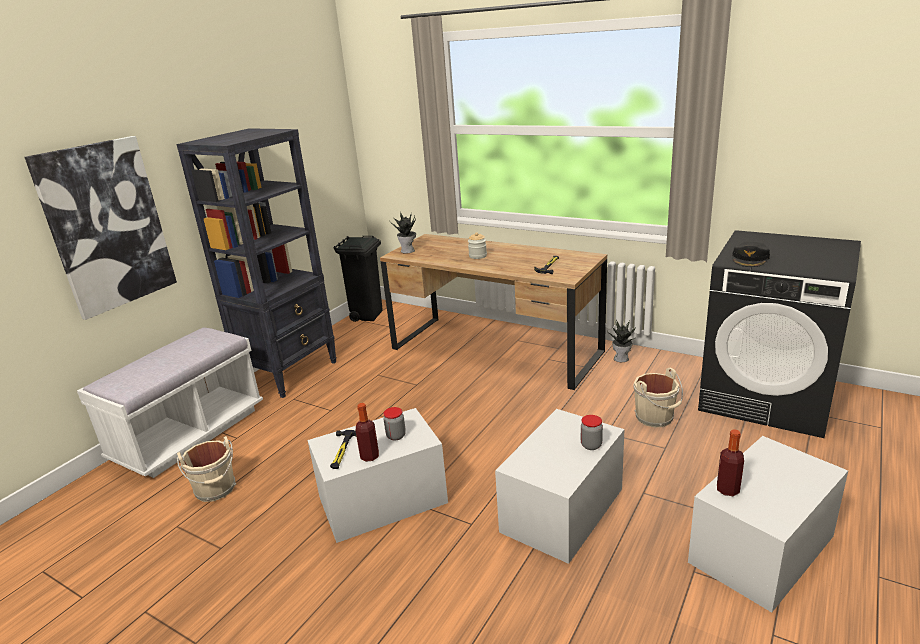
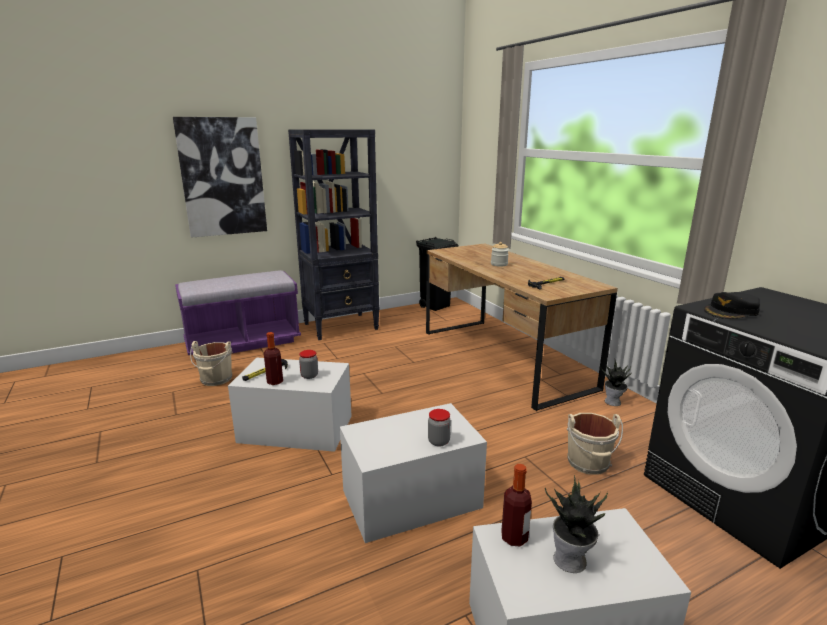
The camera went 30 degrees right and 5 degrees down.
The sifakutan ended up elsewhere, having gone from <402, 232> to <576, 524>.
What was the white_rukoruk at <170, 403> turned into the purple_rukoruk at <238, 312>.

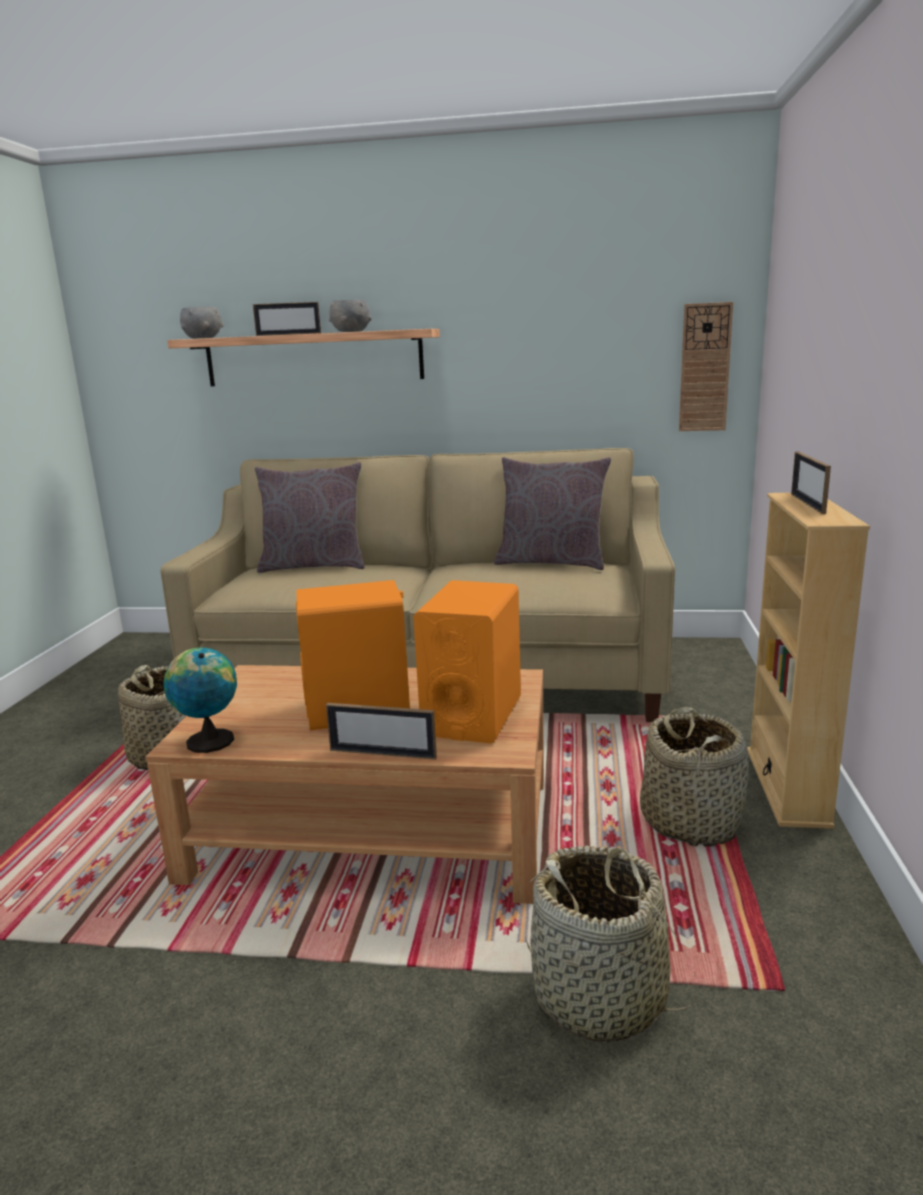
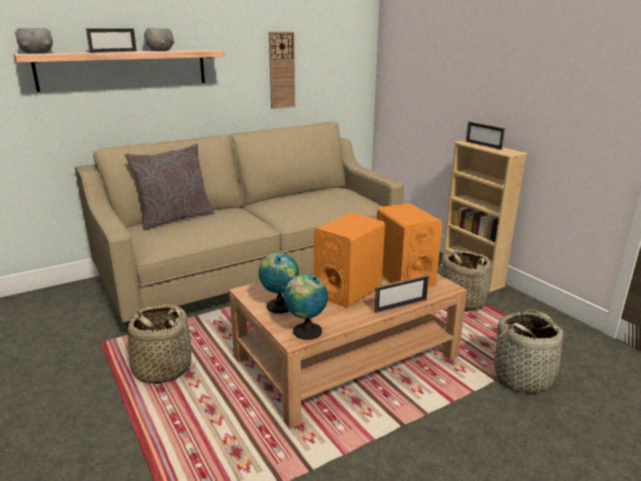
The camera went 40 degrees left and 5 degrees up.
The second view lost the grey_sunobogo at <552, 513>.
The second view gained the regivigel at <278, 283>.
The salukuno ended up elsewhere, having gone from <706, 366> to <282, 70>.

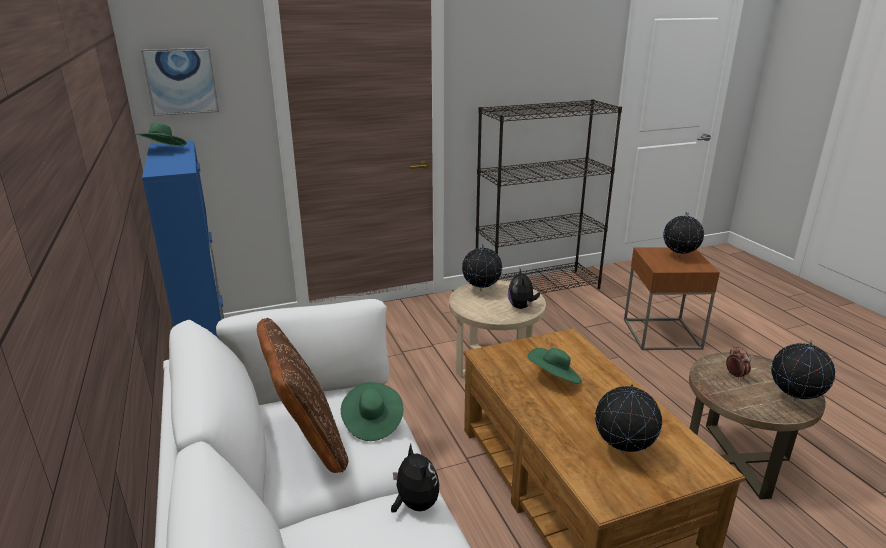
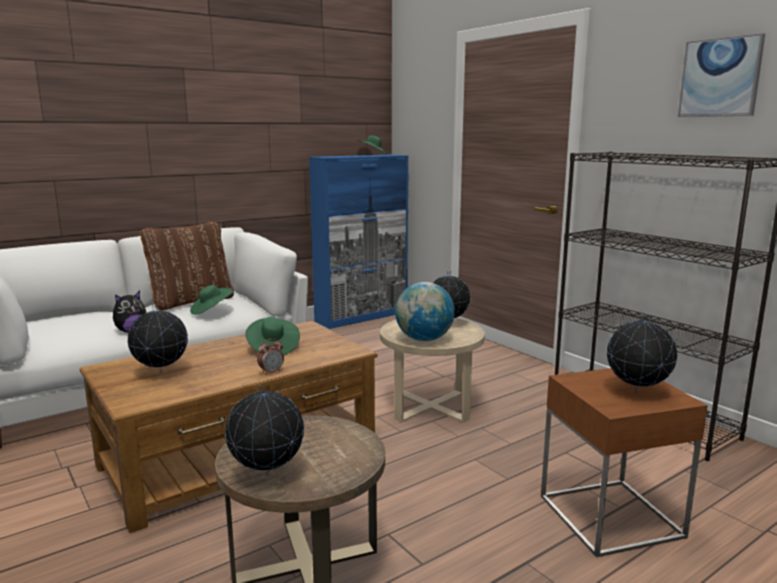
The camera went 75 degrees right and 10 degrees down.
The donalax ended up elsewhere, having gone from <180, 82> to <721, 75>.
The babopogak ended up elsewhere, having gone from <738, 363> to <270, 357>.
Where the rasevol stood at <524, 289>, the regivigel came to stand at <425, 311>.

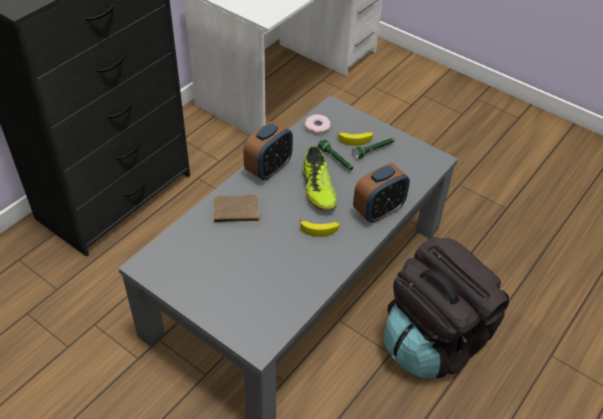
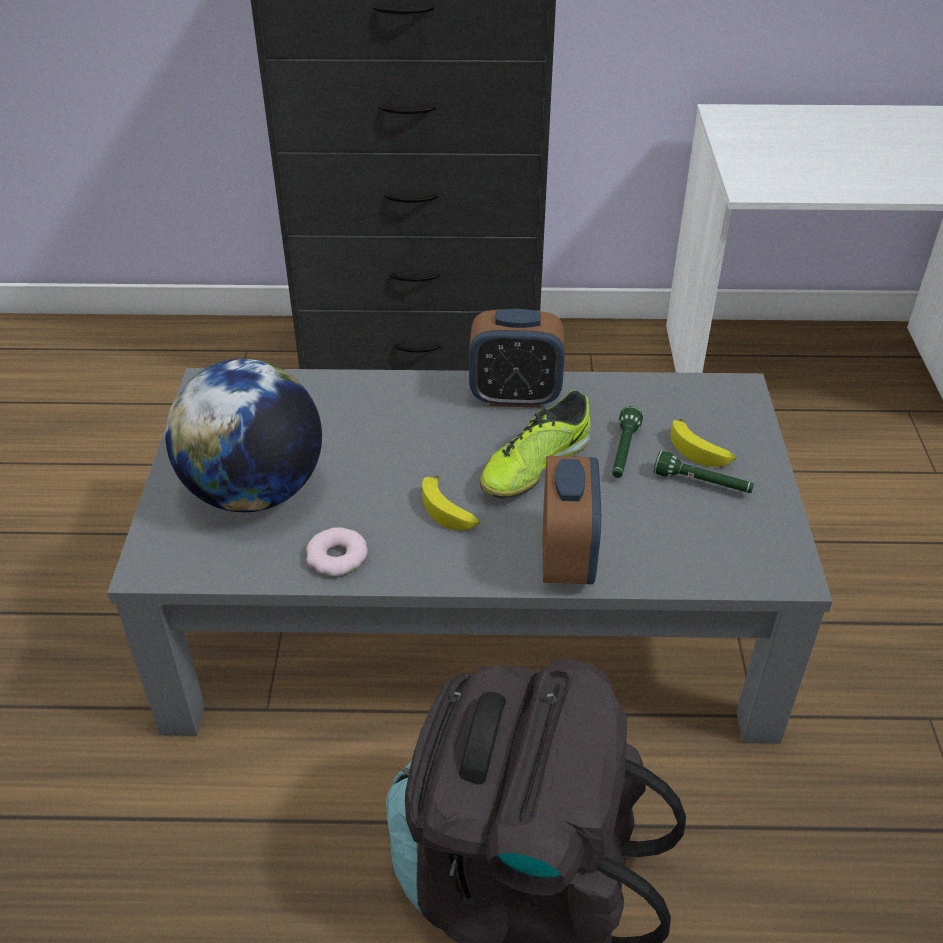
The camera went 55 degrees right and 5 degrees down.
The second view lost the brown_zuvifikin at <237, 210>.
The second view gained the regivigel at <243, 435>.
The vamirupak ended up elsewhere, having gone from <318, 123> to <337, 551>.
The babopogak at <381, 193> ended up facing another way, 105 degrees counterclockwise from before.

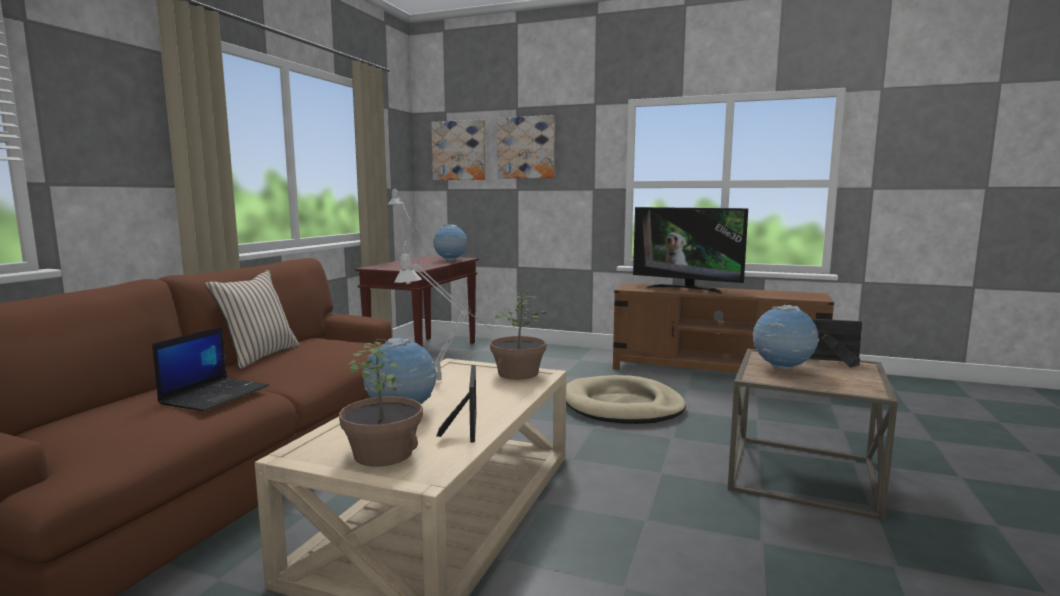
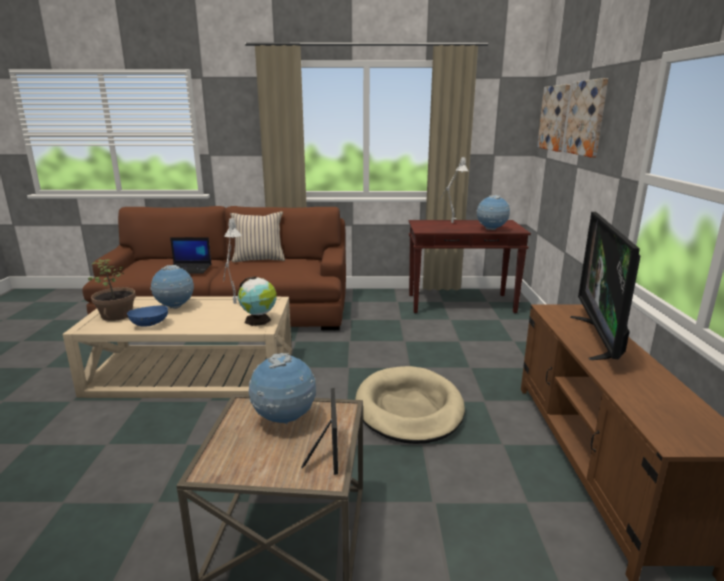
The camera went 70 degrees right and 10 degrees up.
Where the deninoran stood at <456, 404>, the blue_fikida came to stand at <147, 316>.
Where the sifakutan stood at <518, 336>, the regivigel came to stand at <257, 301>.

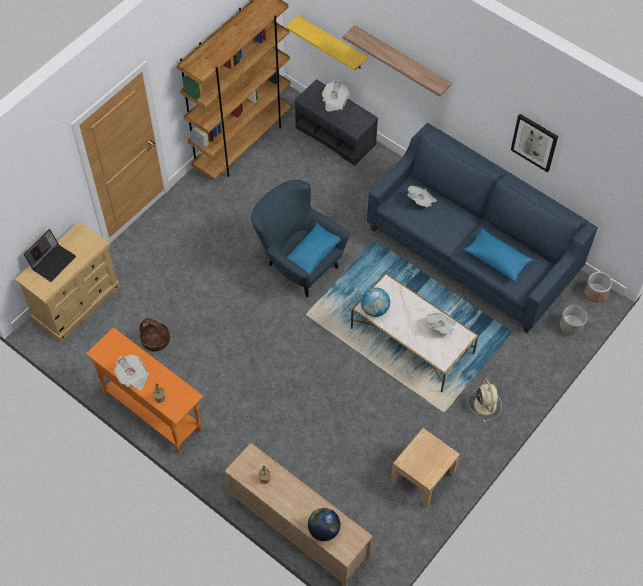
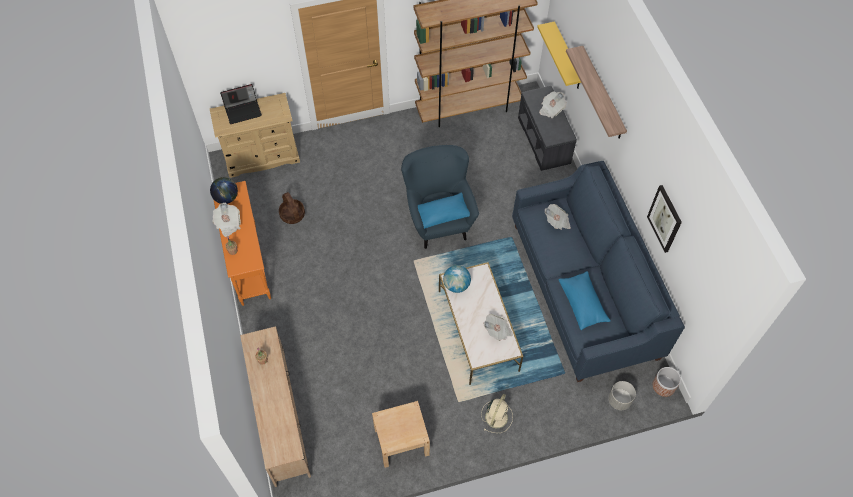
The camera went 35 degrees right and 0 degrees up.
The regivigel ended up elsewhere, having gone from <324, 524> to <224, 190>.

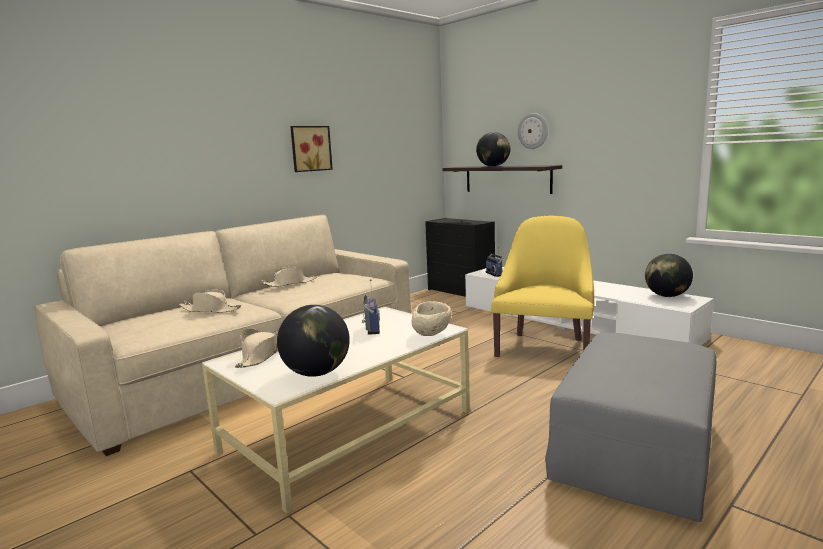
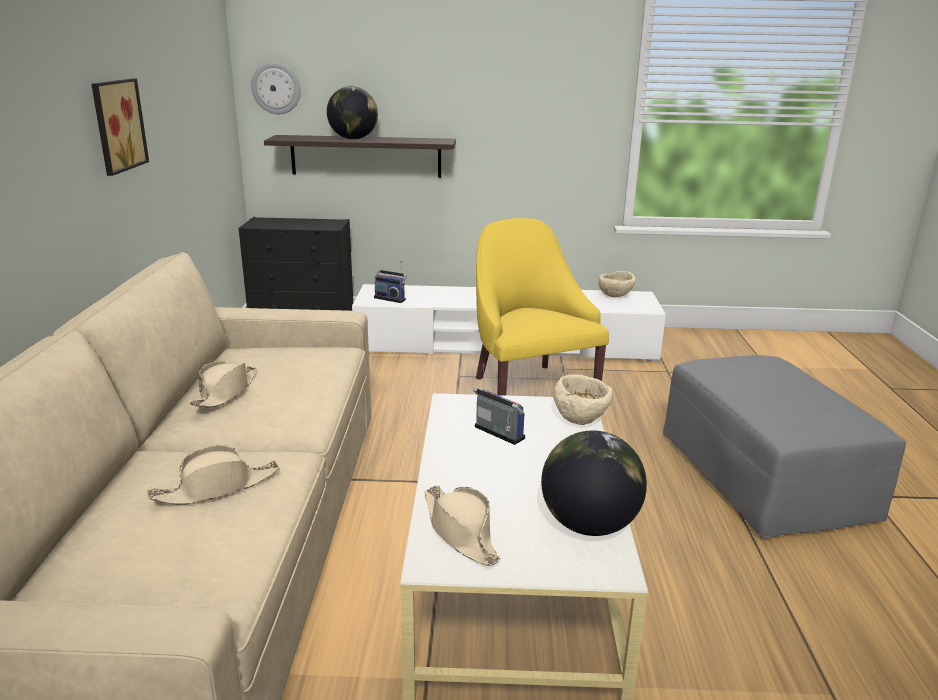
The camera went 45 degrees left and 10 degrees up.
The salukuno ended up elsewhere, having gone from <533, 131> to <276, 88>.
Where the regivigel stood at <669, 275>, the beige_fikida came to stand at <617, 284>.

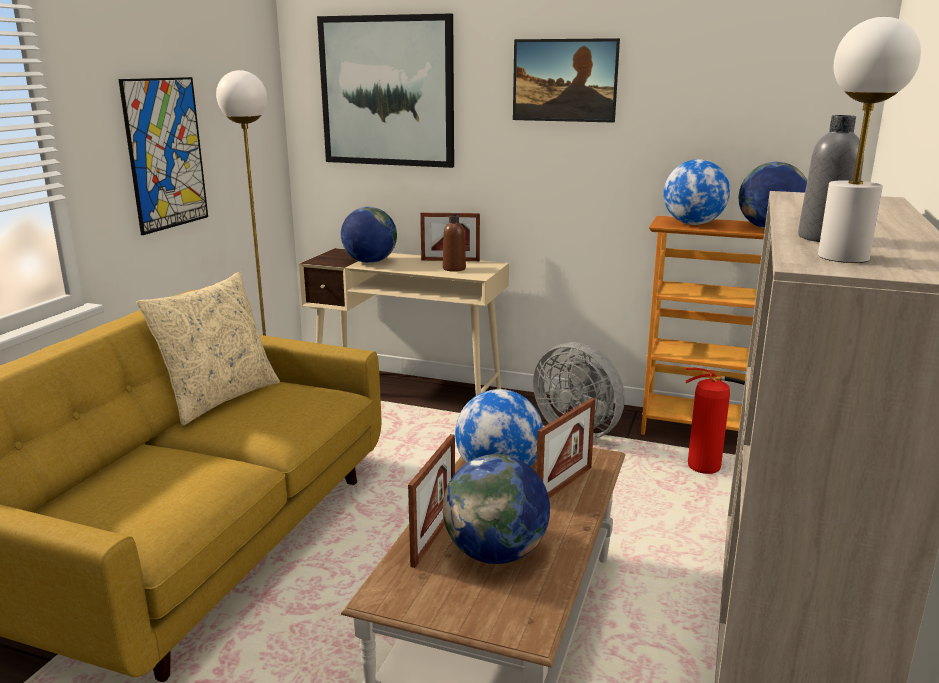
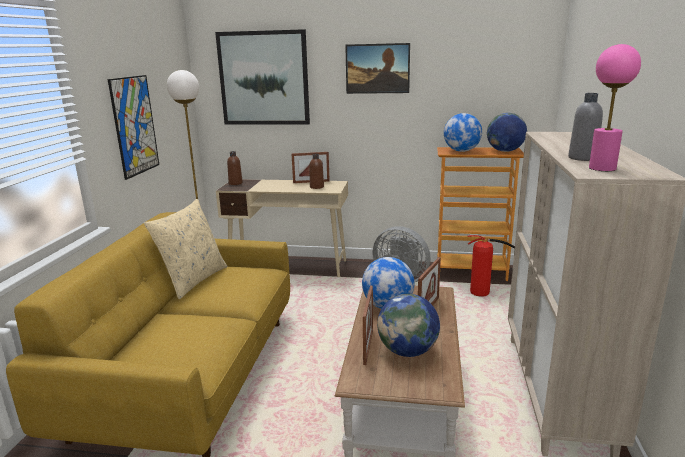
The camera went 10 degrees left and 0 degrees up.
The second view lost the regivigel at <369, 235>.
The second view gained the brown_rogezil at <235, 168>.
What was the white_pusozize at <869, 140> turned into the pink_pusozize at <615, 107>.

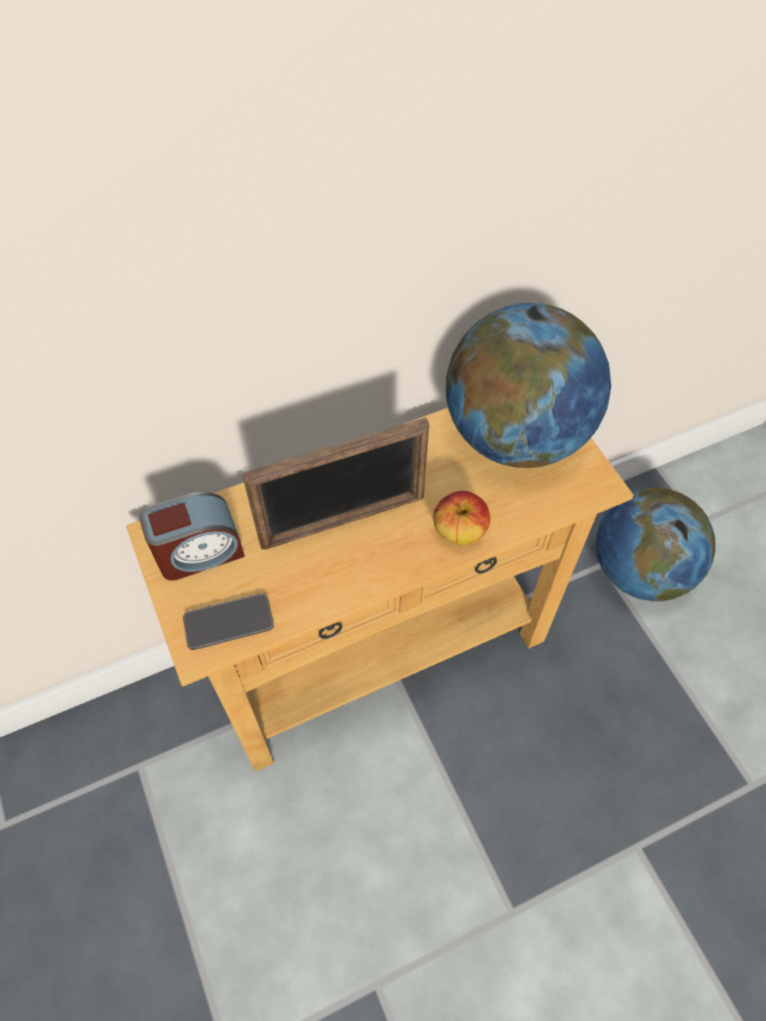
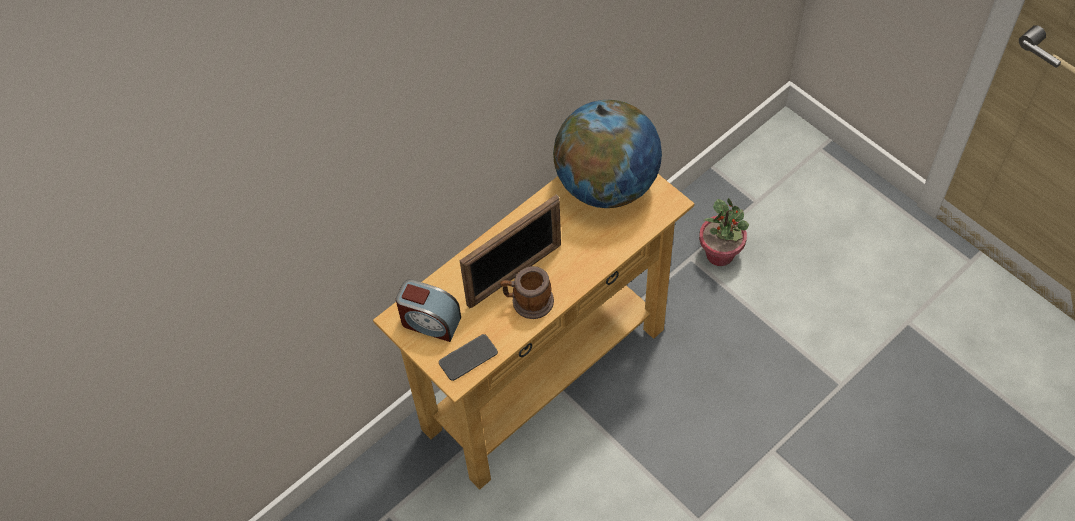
The camera went 15 degrees left and 0 degrees up.
The second view lost the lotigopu at <461, 518>.
The second view gained the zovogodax at <527, 292>.
Where the regivigel stood at <655, 544>, the sifakutan came to stand at <724, 232>.
The babopogak at <192, 536> ended up facing another way, 60 degrees clockwise from before.

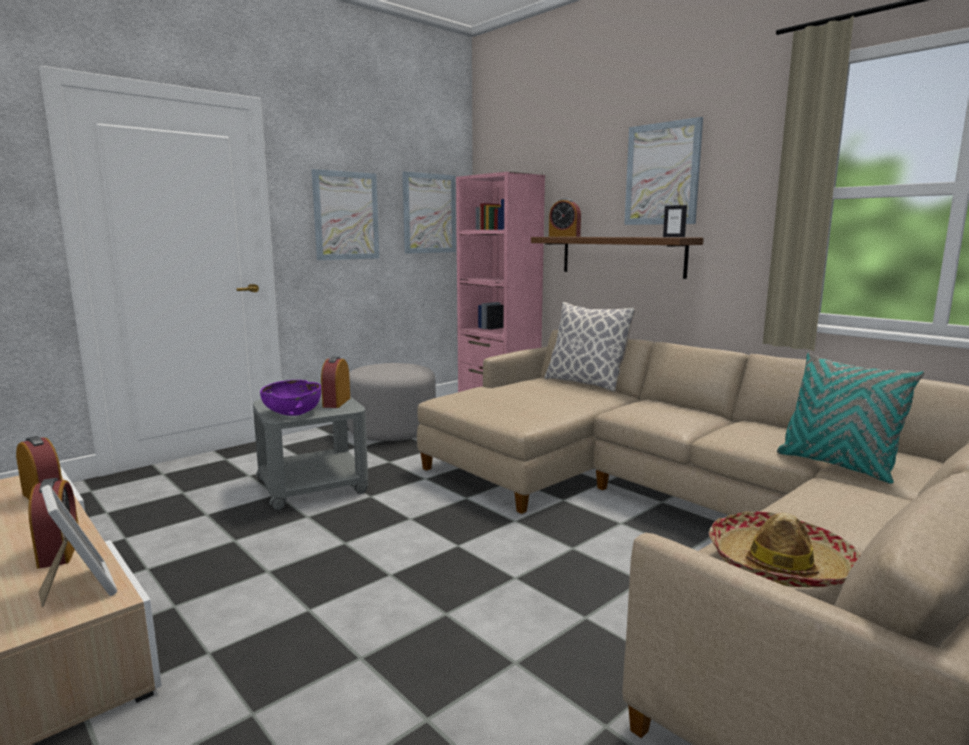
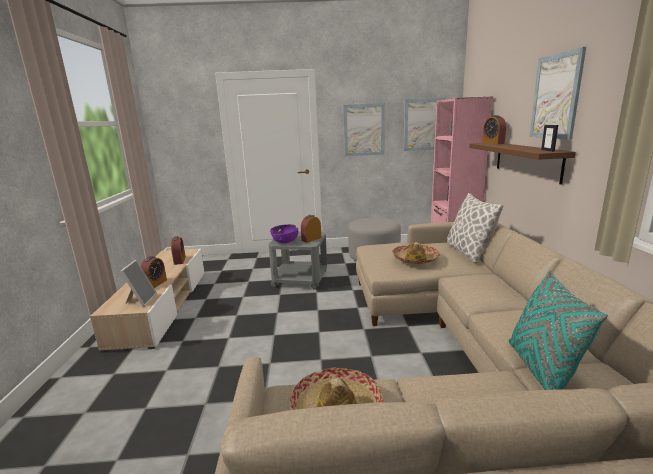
The camera went 40 degrees right and 5 degrees up.
The second view gained the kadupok at <416, 253>.

